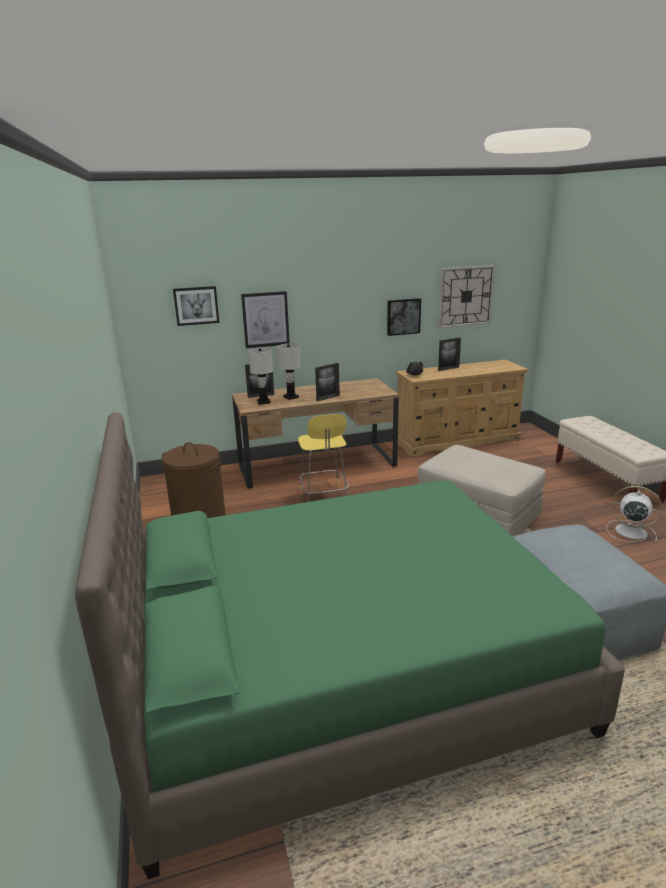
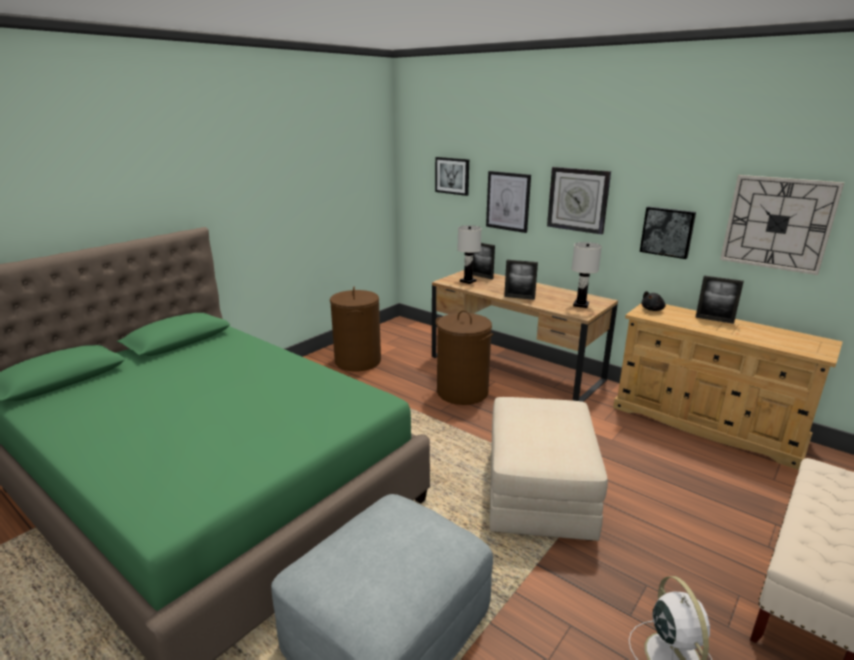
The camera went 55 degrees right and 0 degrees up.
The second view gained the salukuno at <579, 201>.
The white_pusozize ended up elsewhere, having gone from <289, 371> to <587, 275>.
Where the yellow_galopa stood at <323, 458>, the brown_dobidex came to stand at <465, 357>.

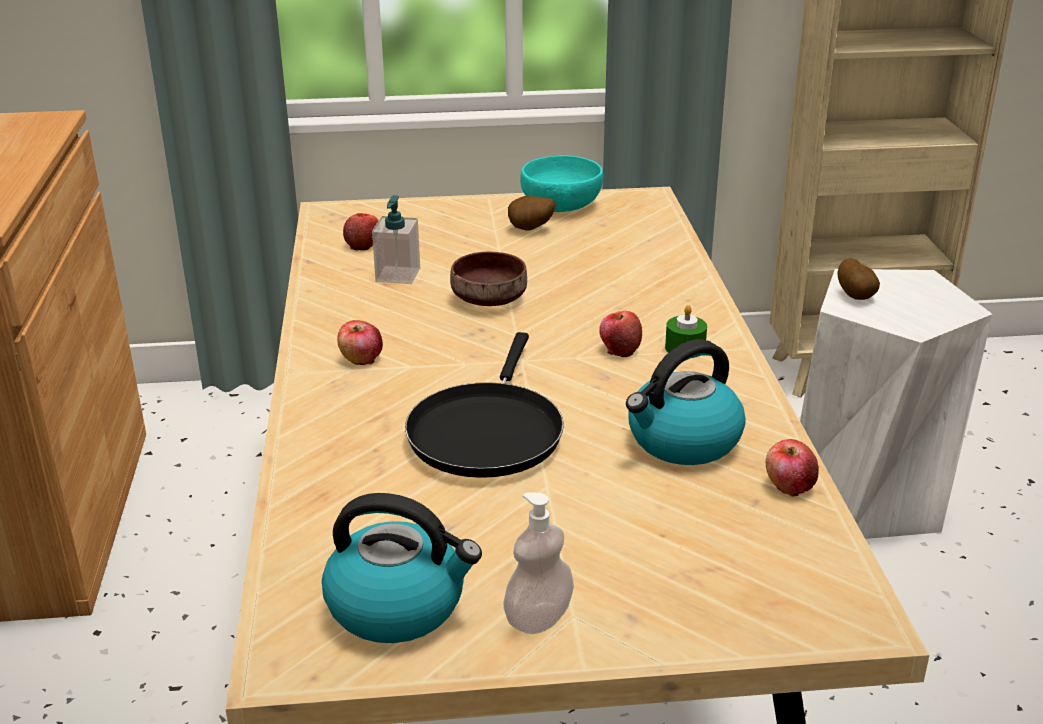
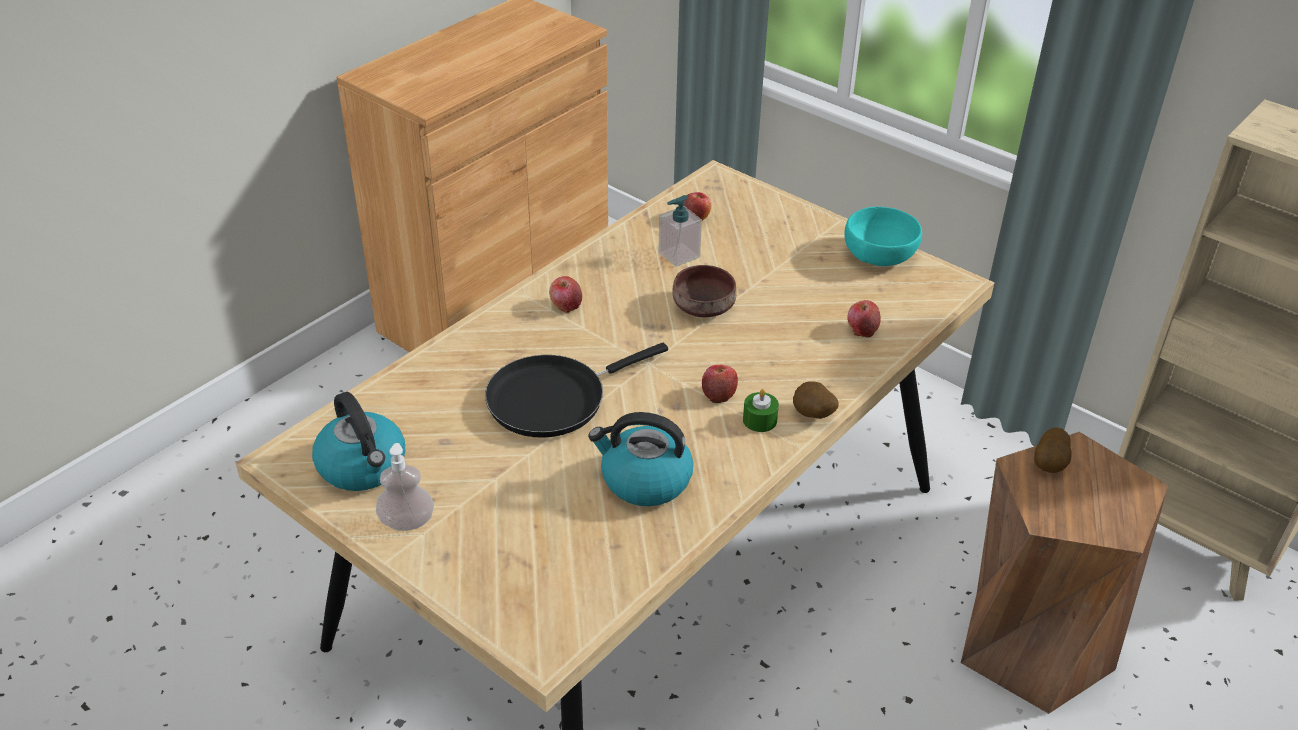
The camera went 45 degrees right and 10 degrees up.
The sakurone ended up elsewhere, having gone from <532, 213> to <816, 400>.
The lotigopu ended up elsewhere, having gone from <792, 468> to <864, 318>.
What was the white_galopa at <896, 404> turned into the brown_galopa at <1065, 573>.

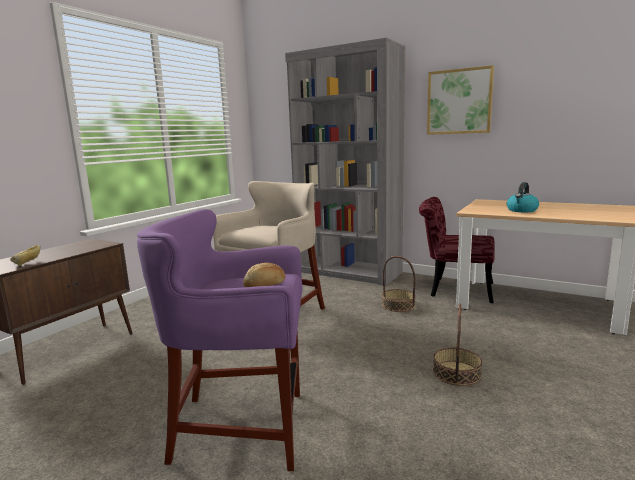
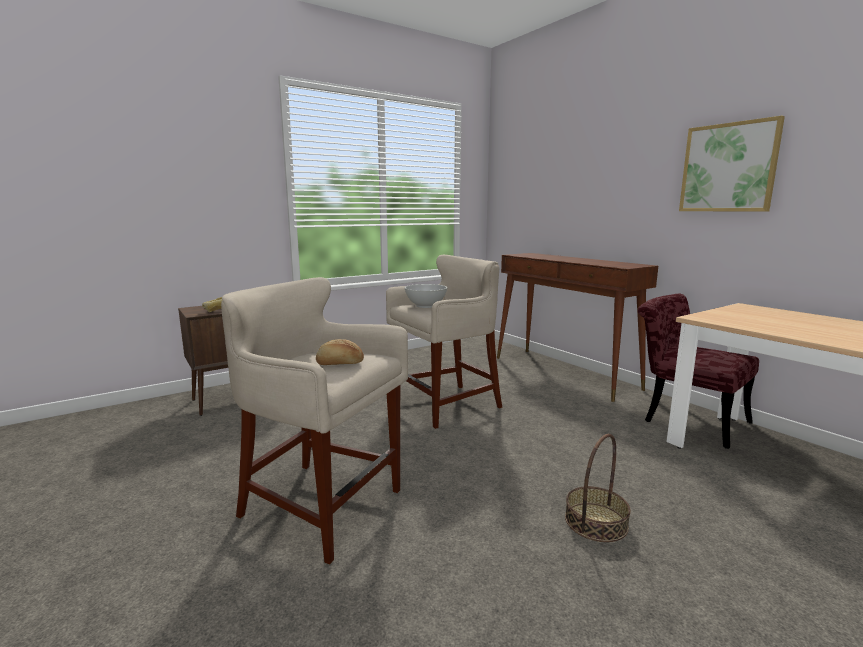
The camera went 25 degrees right and 0 degrees up.
The second view lost the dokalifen at <399, 284>.
The second view lost the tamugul at <523, 197>.
The second view gained the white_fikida at <426, 296>.
Where the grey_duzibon stood at <345, 162>, the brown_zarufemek came to stand at <577, 327>.
What was the purple_galopa at <220, 340> turned into the beige_galopa at <314, 421>.

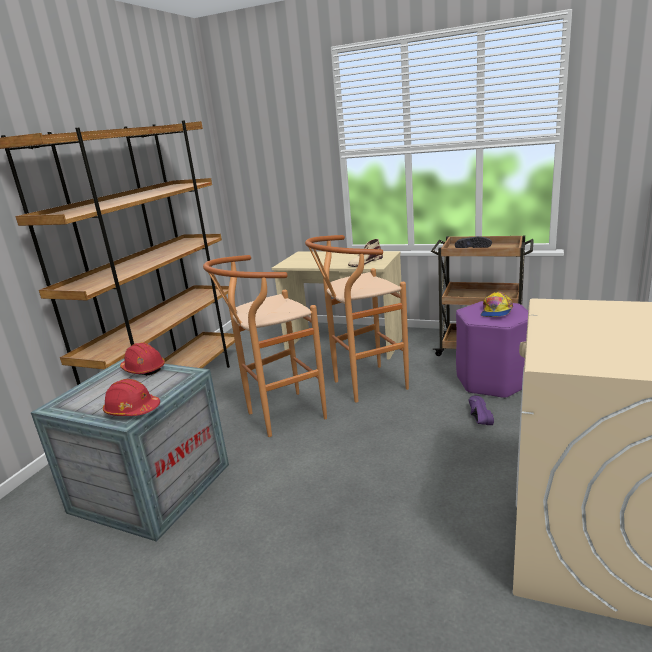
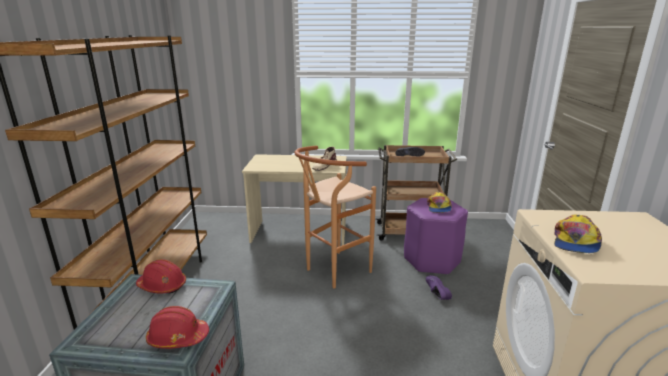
The camera went 20 degrees left and 0 degrees up.
The second view lost the brown_galopa at <265, 346>.
The second view gained the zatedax at <578, 234>.

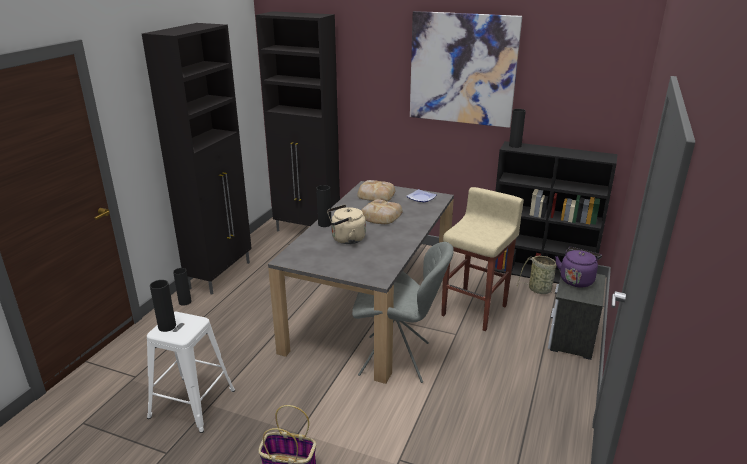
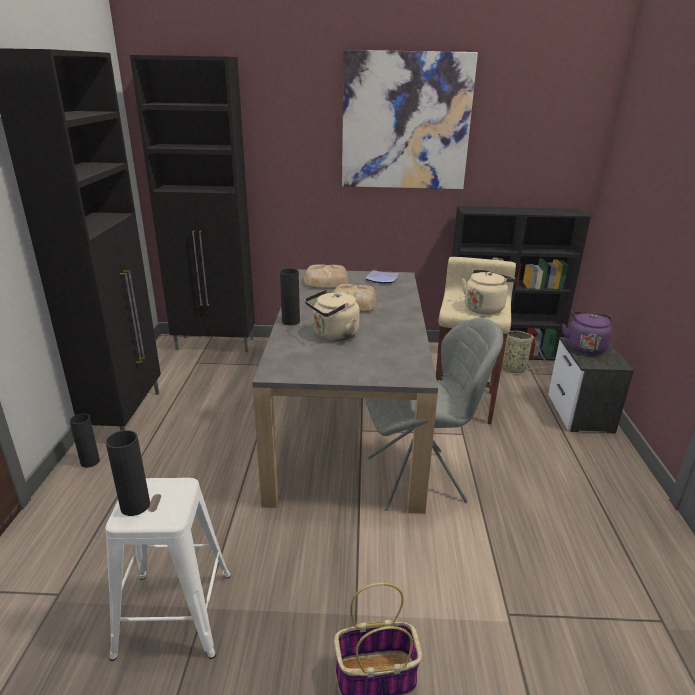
The camera went 20 degrees left and 0 degrees up.
The second view lost the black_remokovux at <517, 128>.
The second view gained the beige_tamugul at <488, 292>.

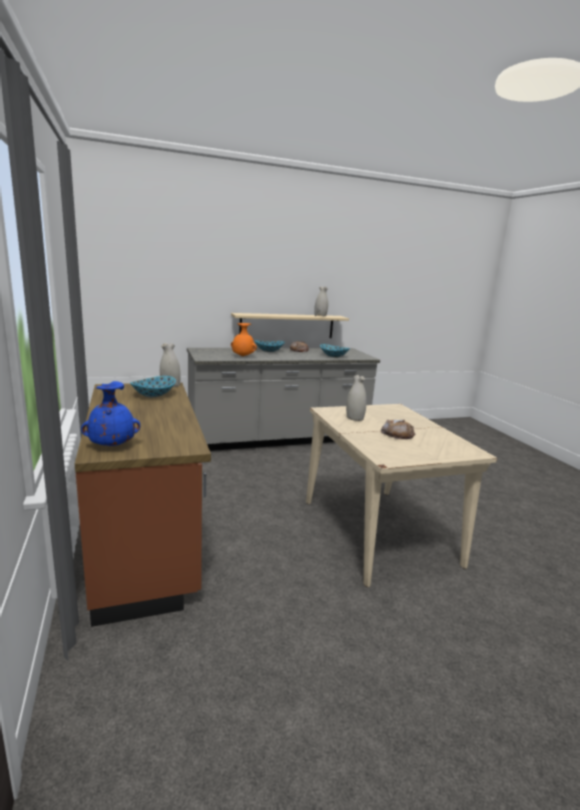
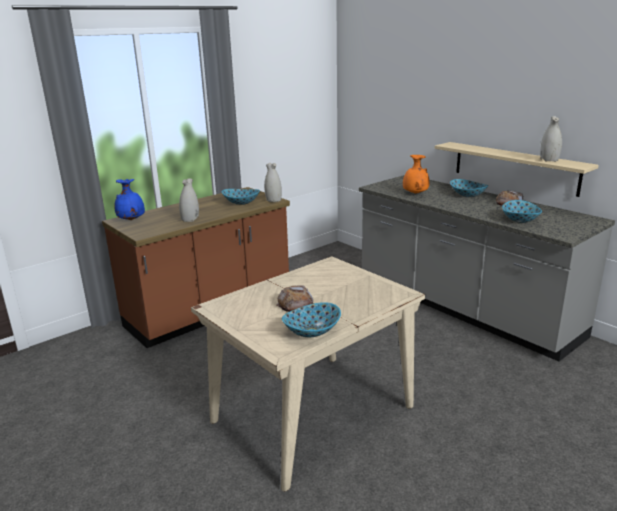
The camera went 70 degrees right and 5 degrees up.
The second view gained the fikida at <311, 319>.
The white_remokovux ended up elsewhere, having gone from <356, 398> to <189, 200>.

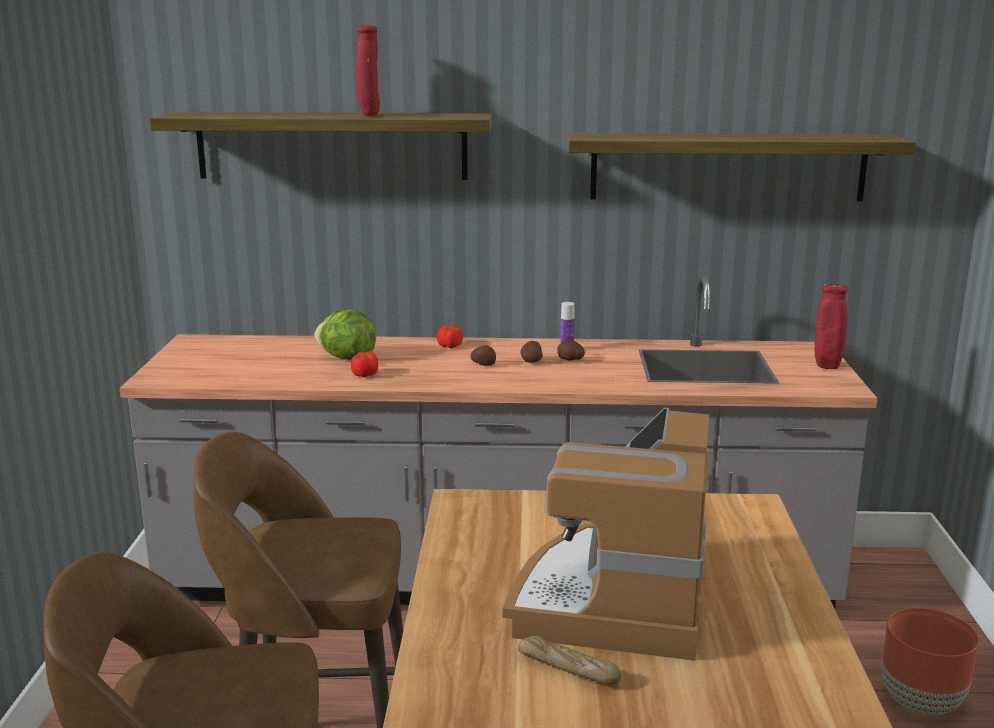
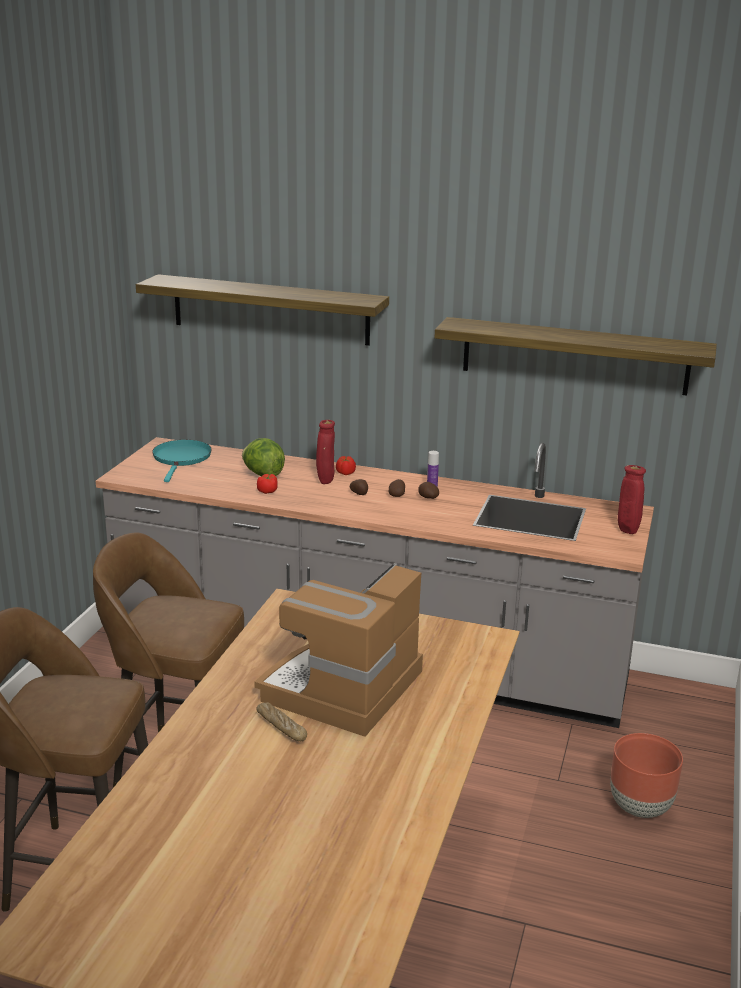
The camera went 15 degrees right and 5 degrees up.
The second view gained the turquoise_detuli at <182, 461>.
The red_remokovux ended up elsewhere, having gone from <368, 71> to <325, 452>.

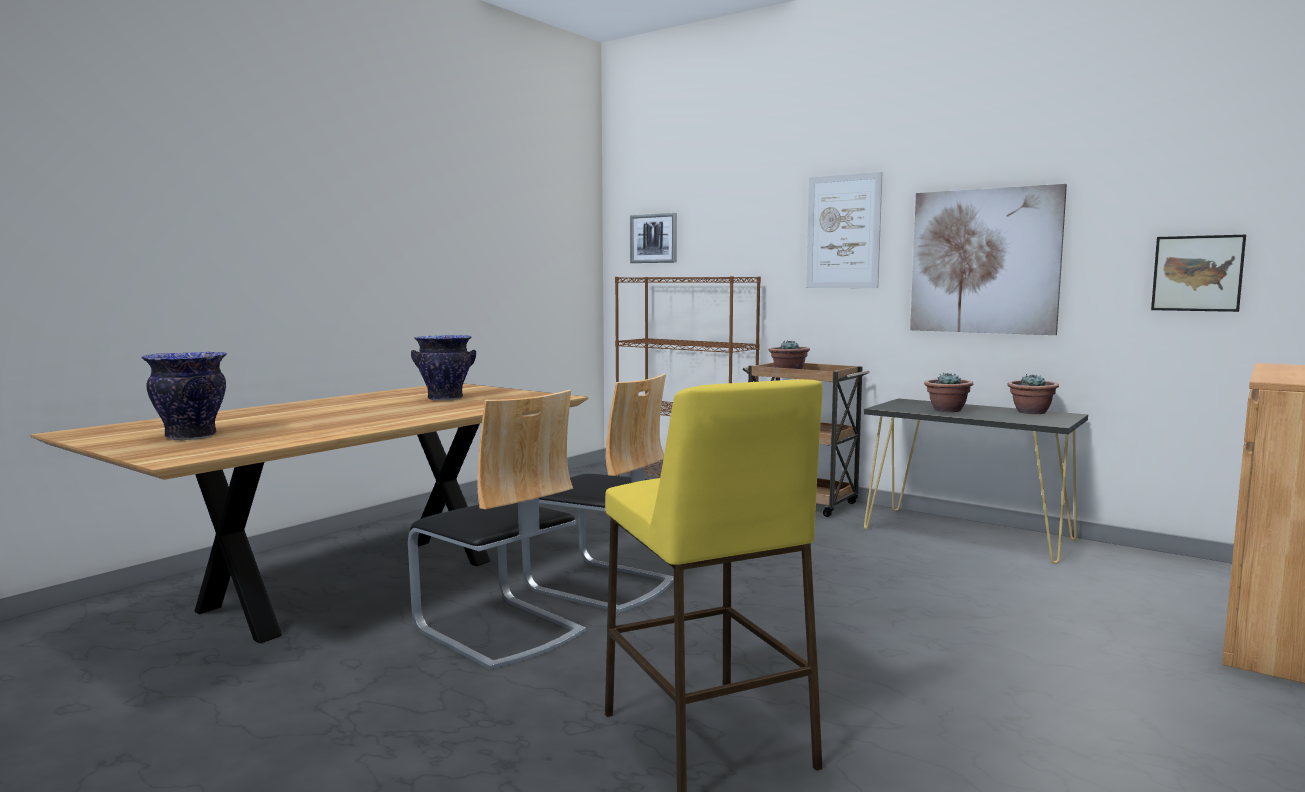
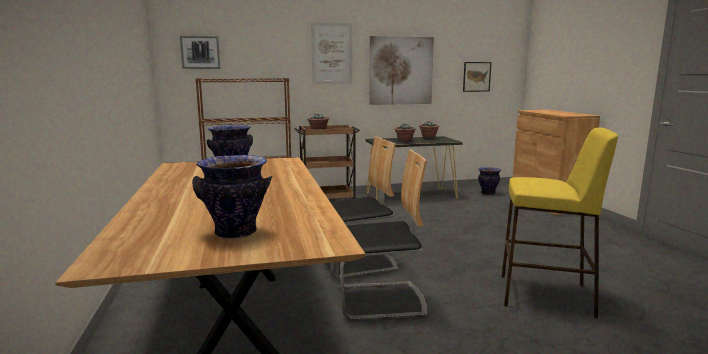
The camera went 50 degrees left and 5 degrees up.
The second view gained the remokovux at <489, 181>.

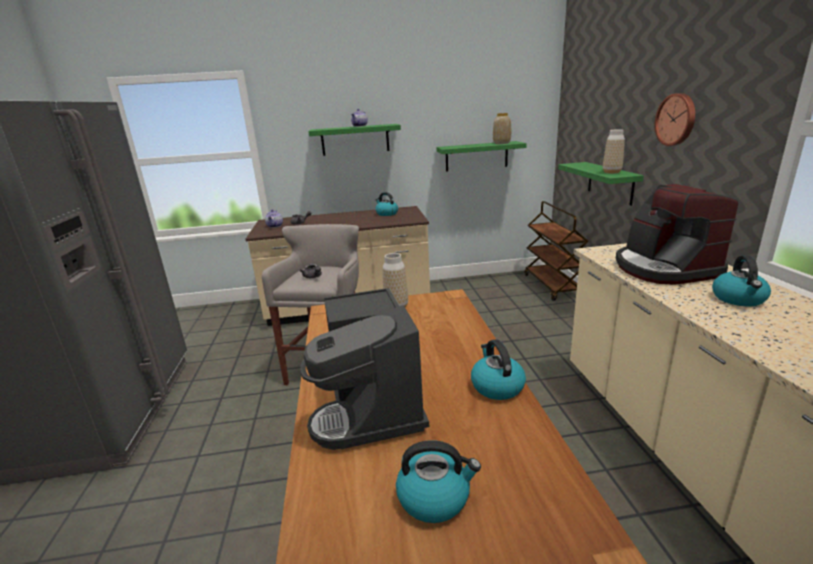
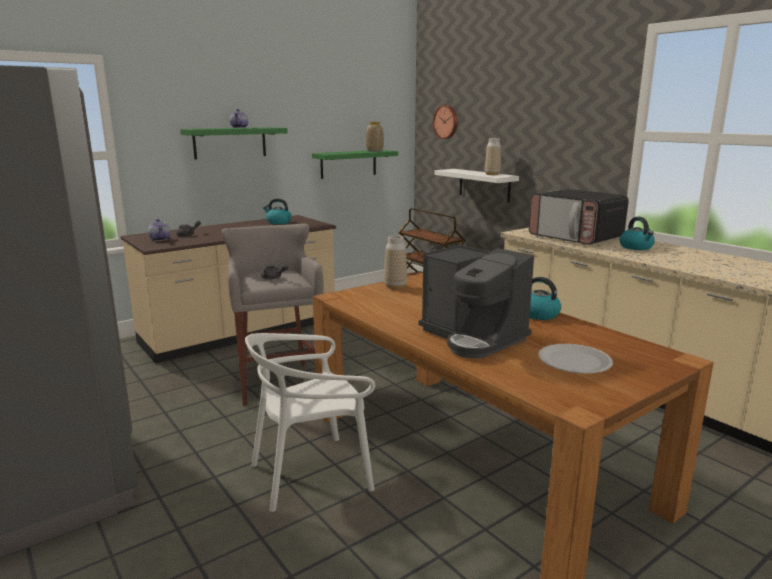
The camera went 30 degrees left and 5 degrees down.
The second view gained the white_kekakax at <310, 422>.
The salukuno ended up elsewhere, having gone from <674, 119> to <445, 122>.
Where the tamugul stood at <438, 481>, the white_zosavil came to stand at <575, 358>.
Where the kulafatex stood at <677, 234>, the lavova came to stand at <579, 217>.
What was the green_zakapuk at <601, 184> turned into the white_zakapuk at <476, 186>.

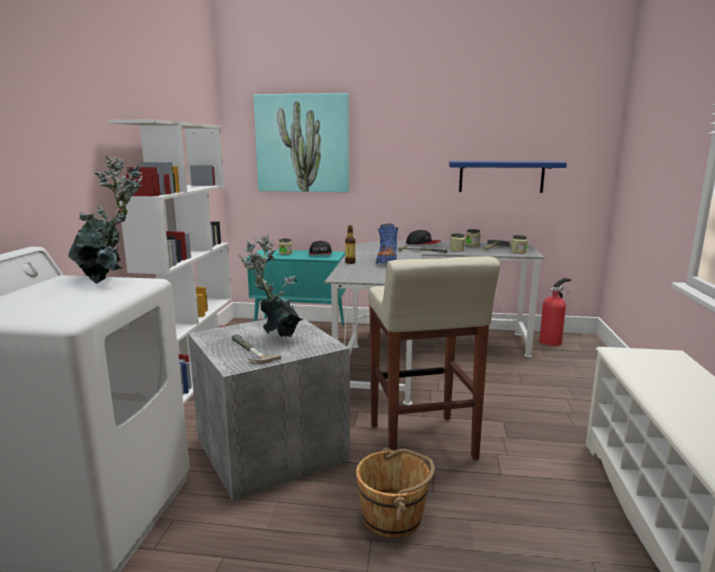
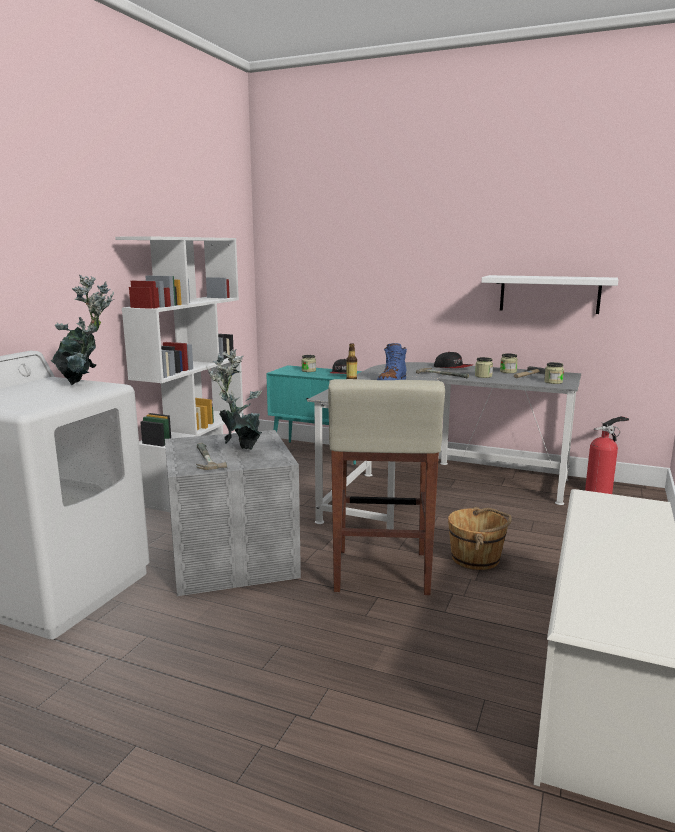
The camera went 15 degrees right and 0 degrees up.
The second view lost the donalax at <301, 142>.
The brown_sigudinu ended up elsewhere, having gone from <395, 493> to <480, 538>.
What was the blue_zakapuk at <508, 177> turned into the white_zakapuk at <549, 294>.

